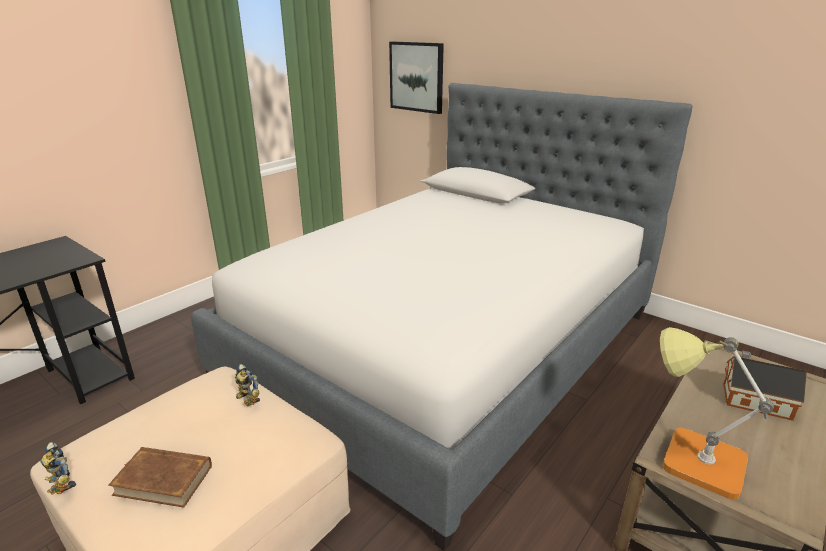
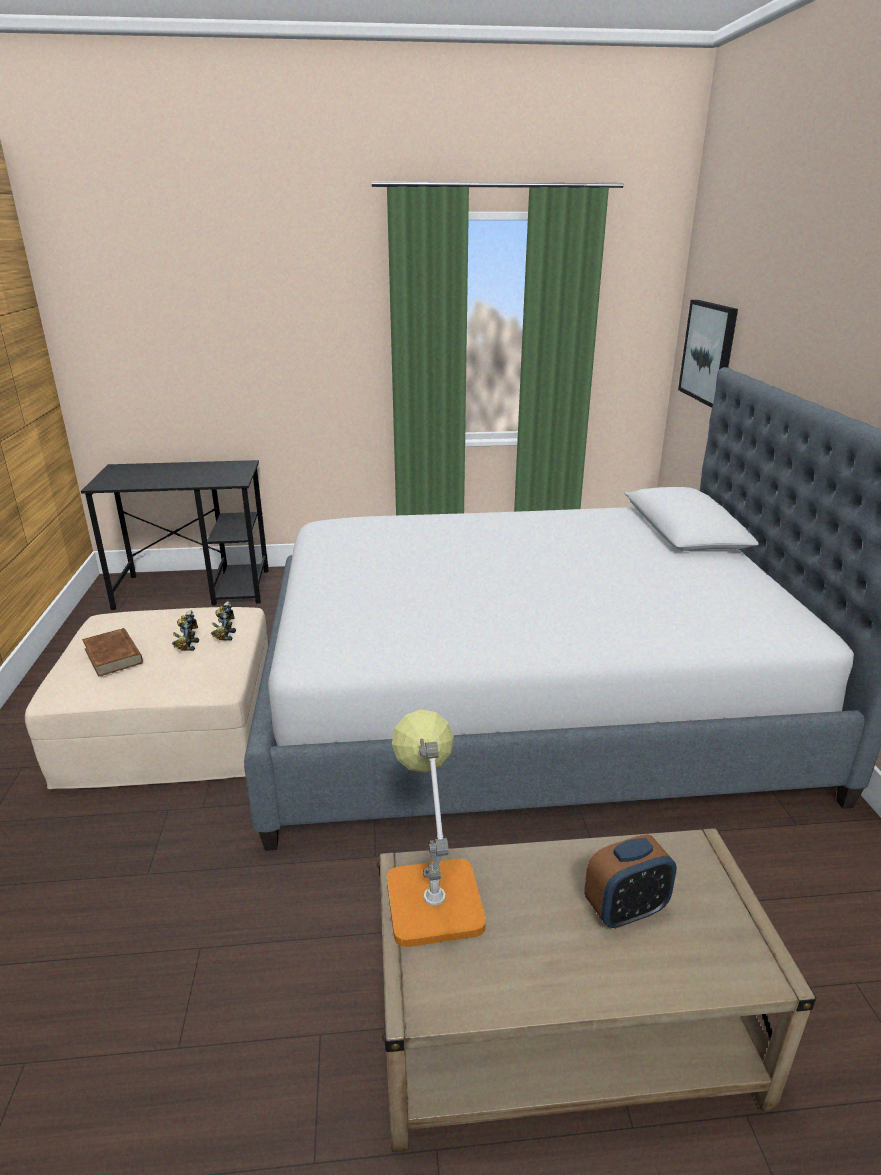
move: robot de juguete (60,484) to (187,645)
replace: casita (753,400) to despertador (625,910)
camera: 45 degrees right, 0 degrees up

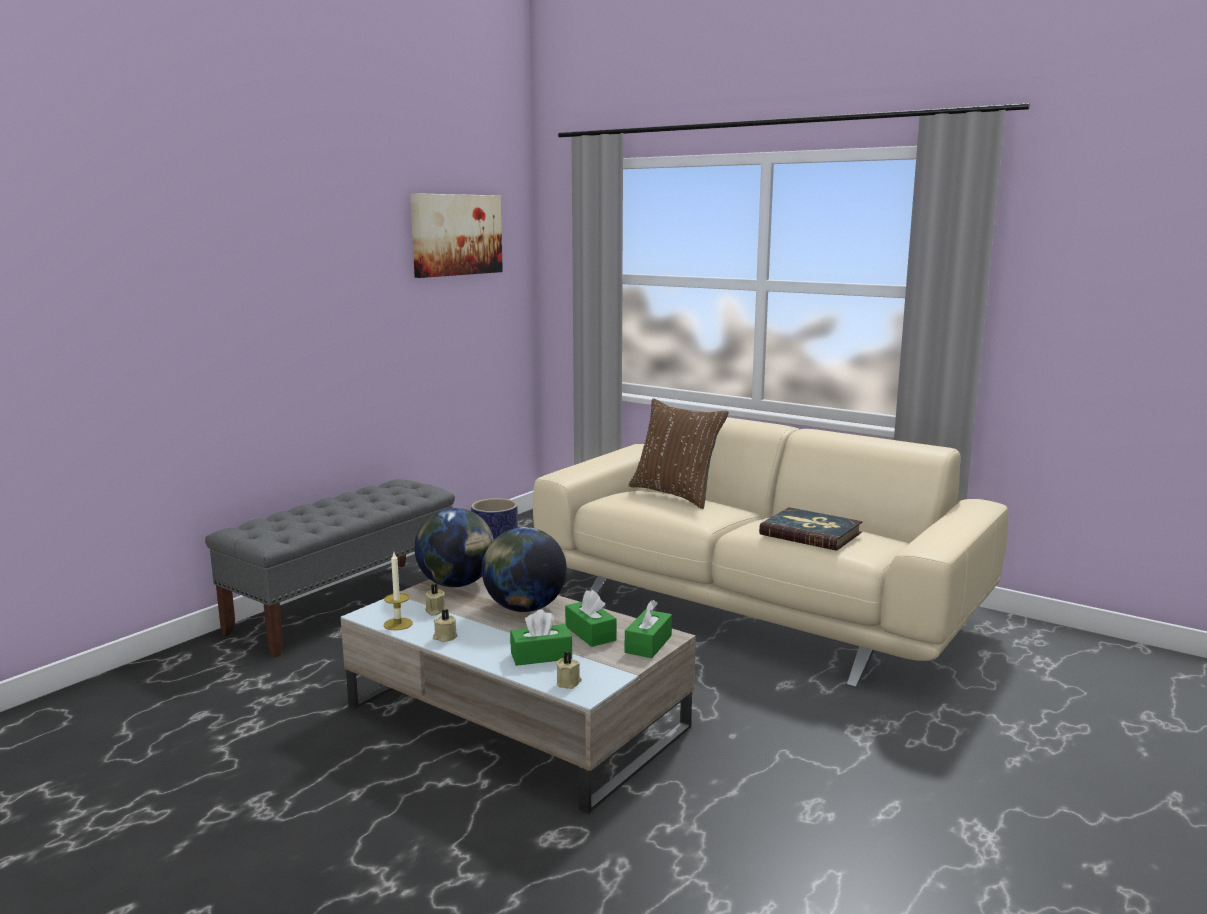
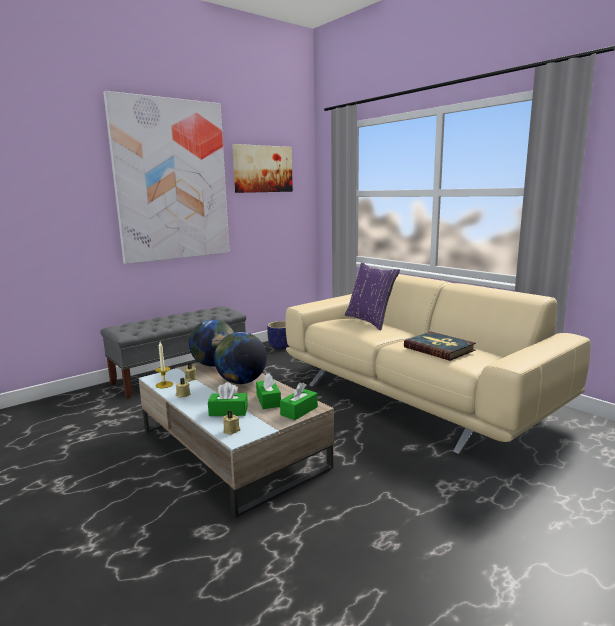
insert: cuadro (172,181)
recolor: cojín (marrón) (675,494) to cojín (morado) (370,321)
camera: 15 degrees right, 0 degrees up

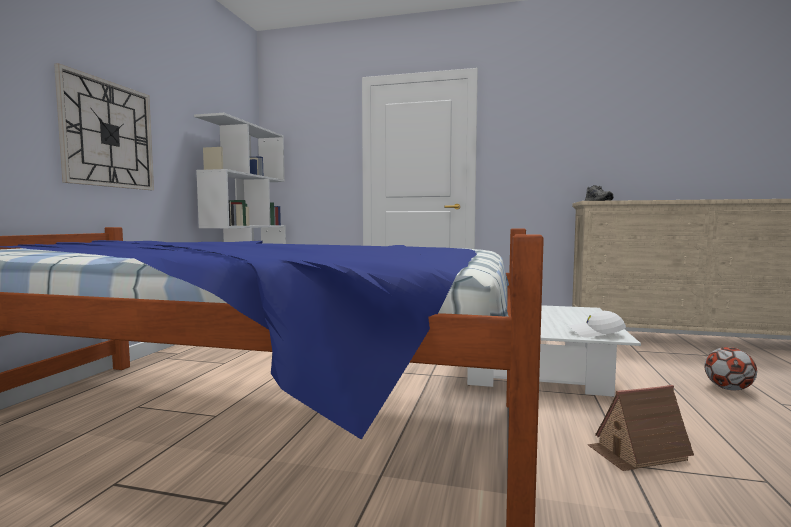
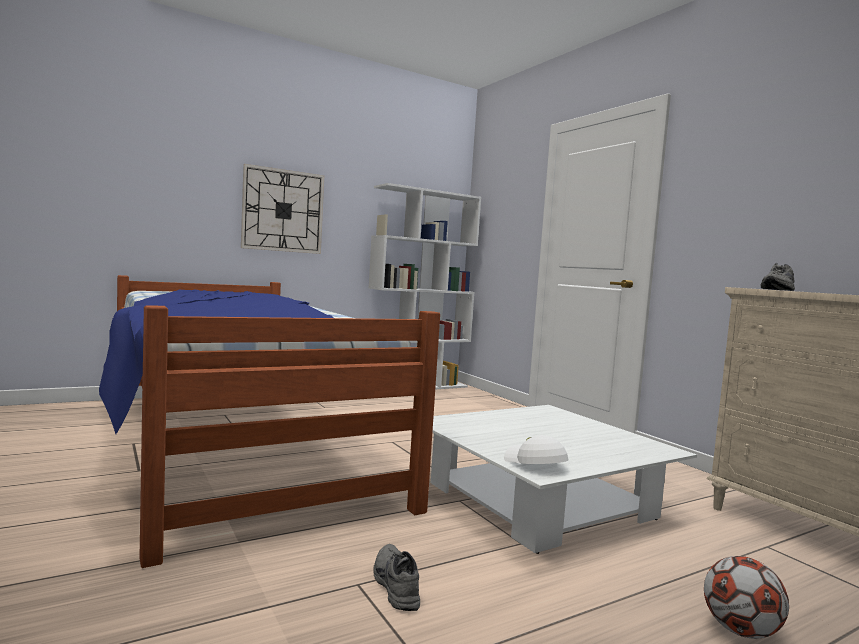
replace: casita (637,452) to zapato (gris) (394,585)
camera: 45 degrees right, 0 degrees up

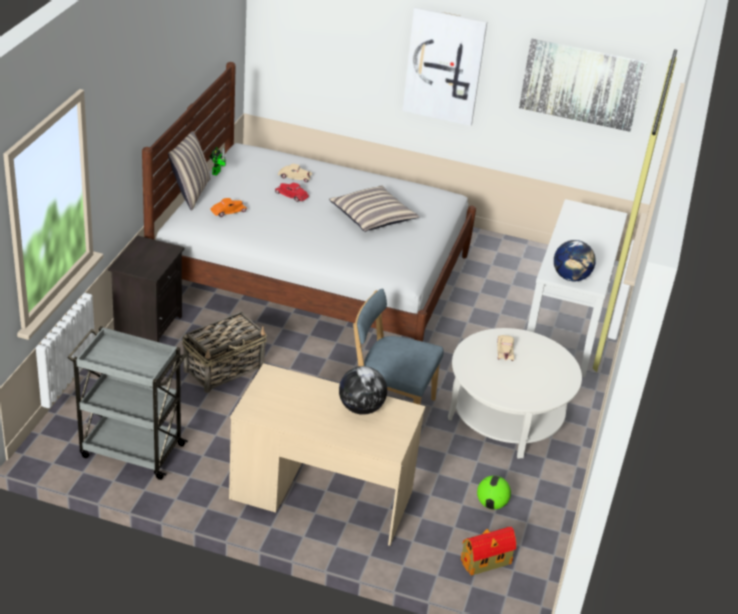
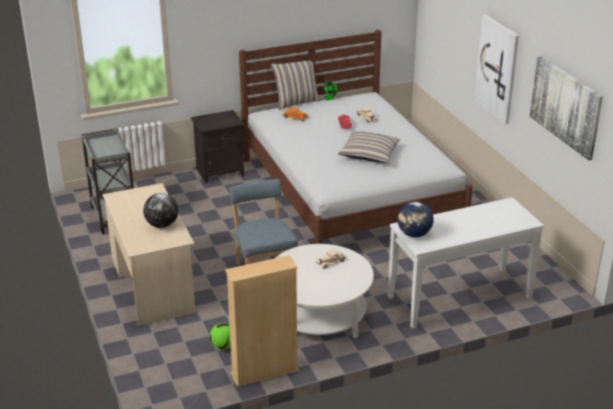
delete: cesta (225,369); casita (487,561)
insert: estantería (beis) (264,372)
camera: 55 degrees right, 5 degrees down

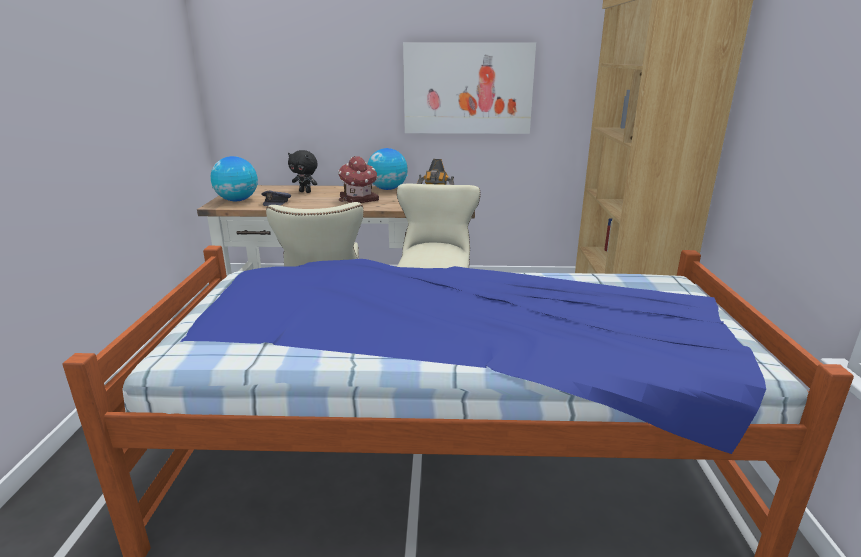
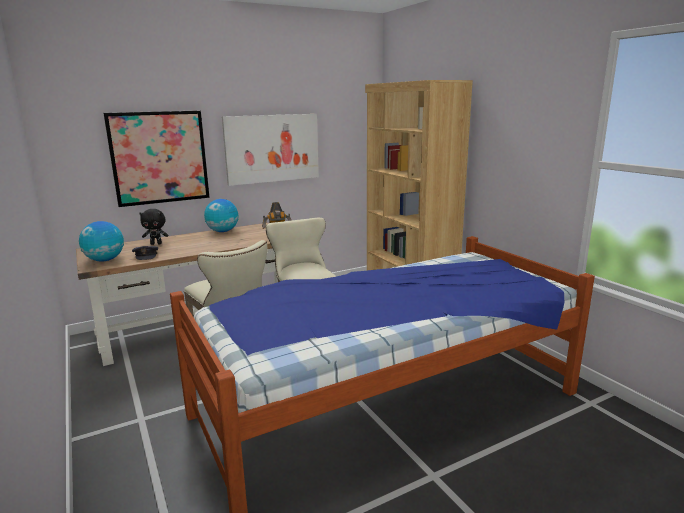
delete: casita (359,199)
insert: cuadro (159,157)
camera: 30 degrees left, 5 degrees down

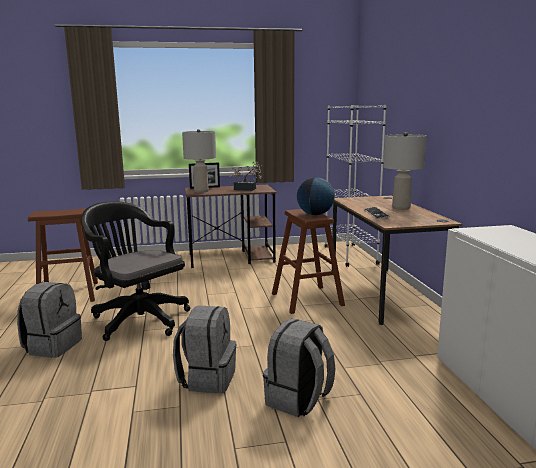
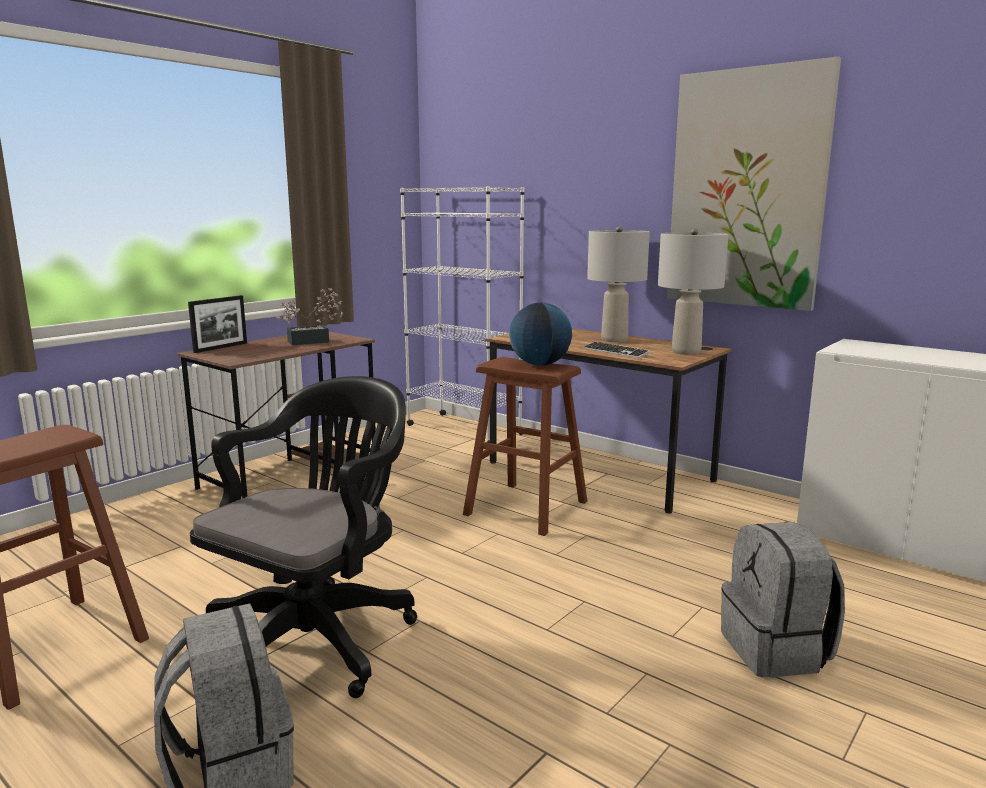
delete: mochila (gris) (207,378)
insert: cuadro (746,190)
move: lámpara de mesa (gris) (201,191) to (686,352)
rotate: silla de oficina (negro) (138,319) = (317,636) 120 degrees clockwise
camera: 40 degrees left, 0 degrees up

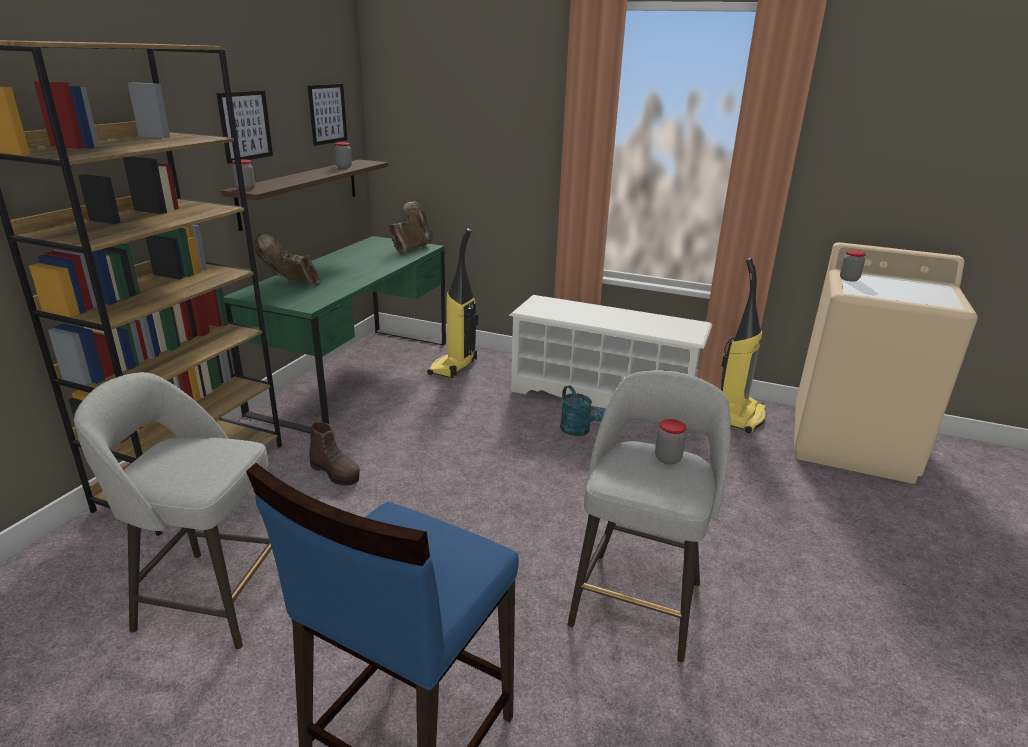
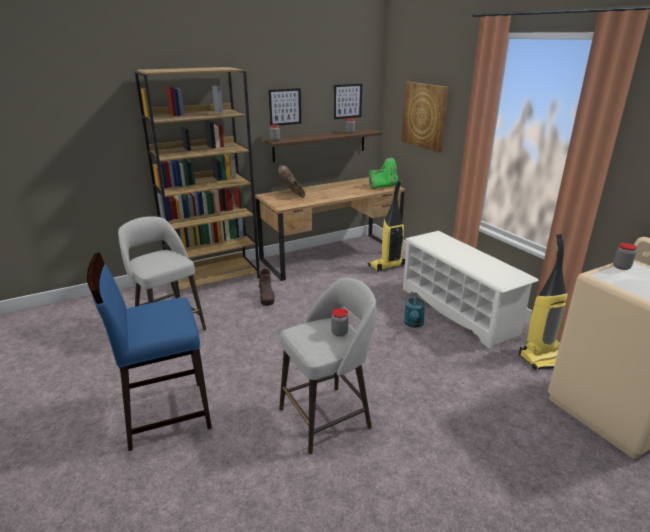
insert: cuadro (424,116)
recolor: escritorio (verde) (356,375) to escritorio (marrón) (331,255); bota (marrón) (411,248) to bota (verde) (383,186)
camera: 40 degrees right, 0 degrees up

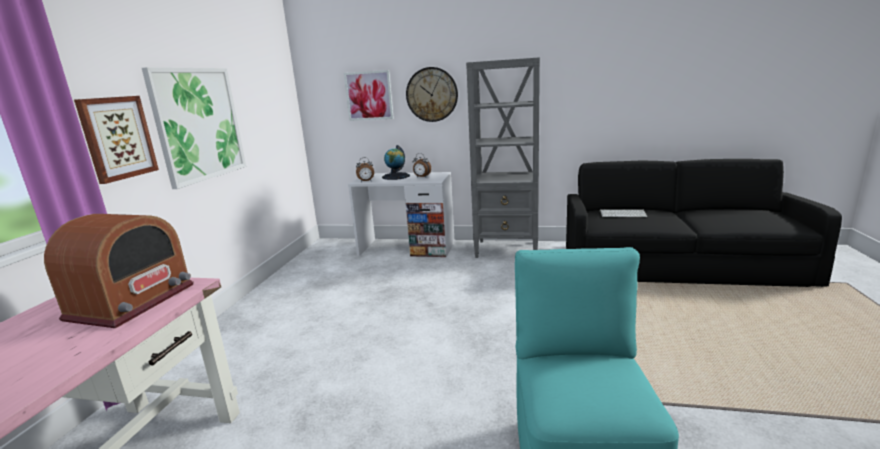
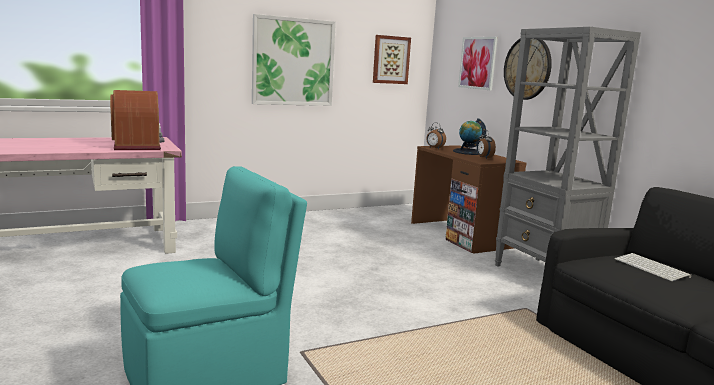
move: cuadro (117,138) to (391,60)
recolor: escritorio (blanco) (407,248) to escritorio (marrón) (460,235)
rotate: radio (132,301) = (138,145) 90 degrees counterclockwise
camera: 50 degrees right, 5 degrees down

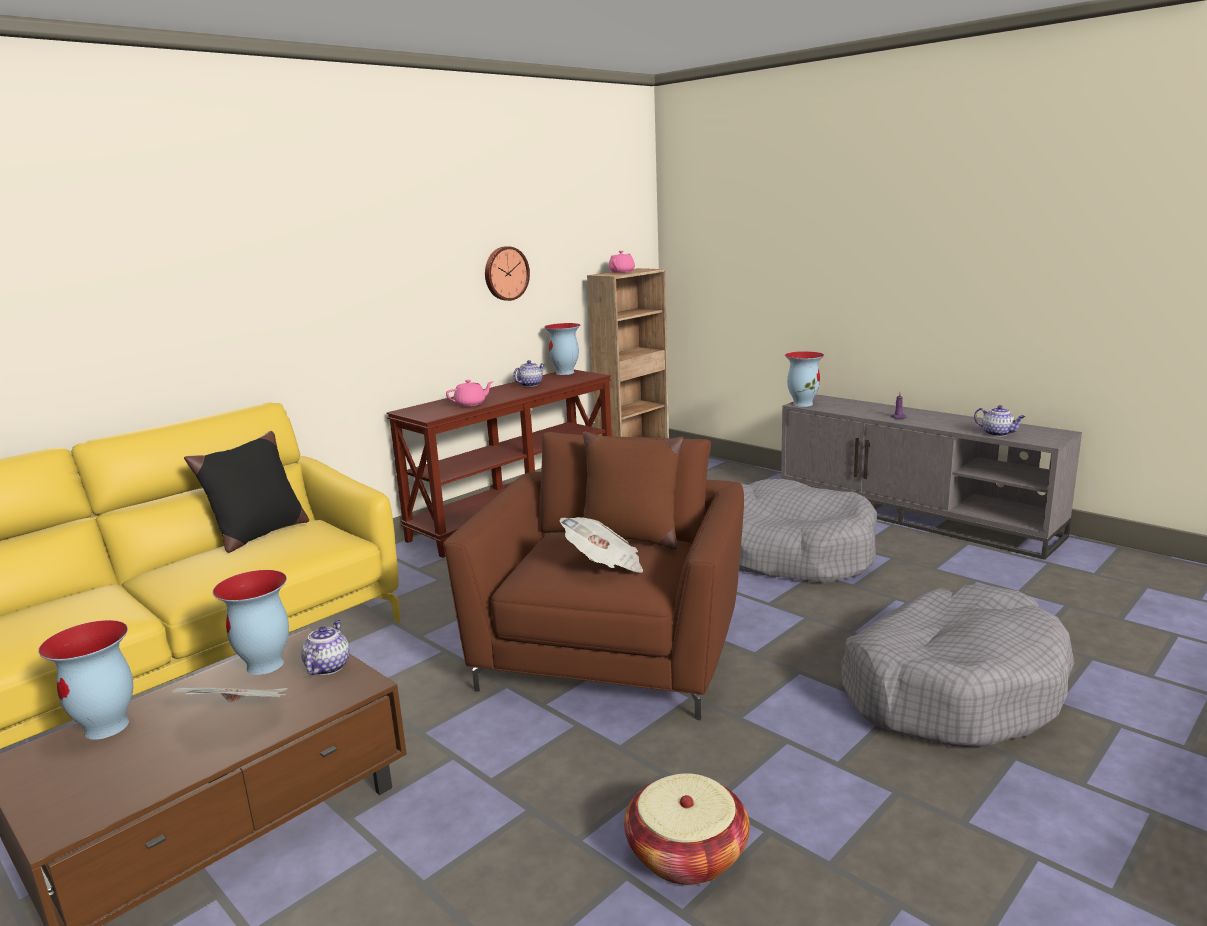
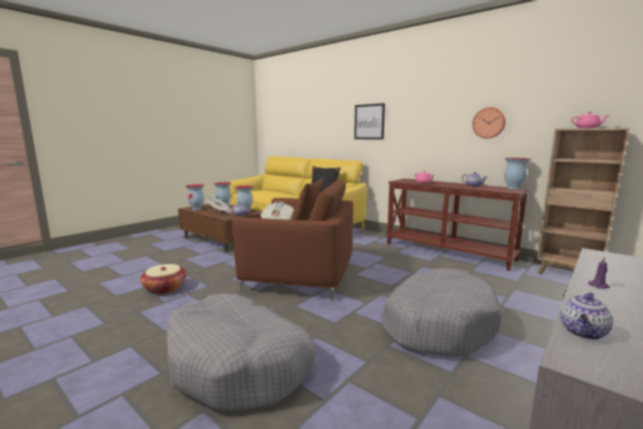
insert: cuadro (369,122)
move: florero (803,404) to (197,209)
camera: 85 degrees right, 5 degrees down

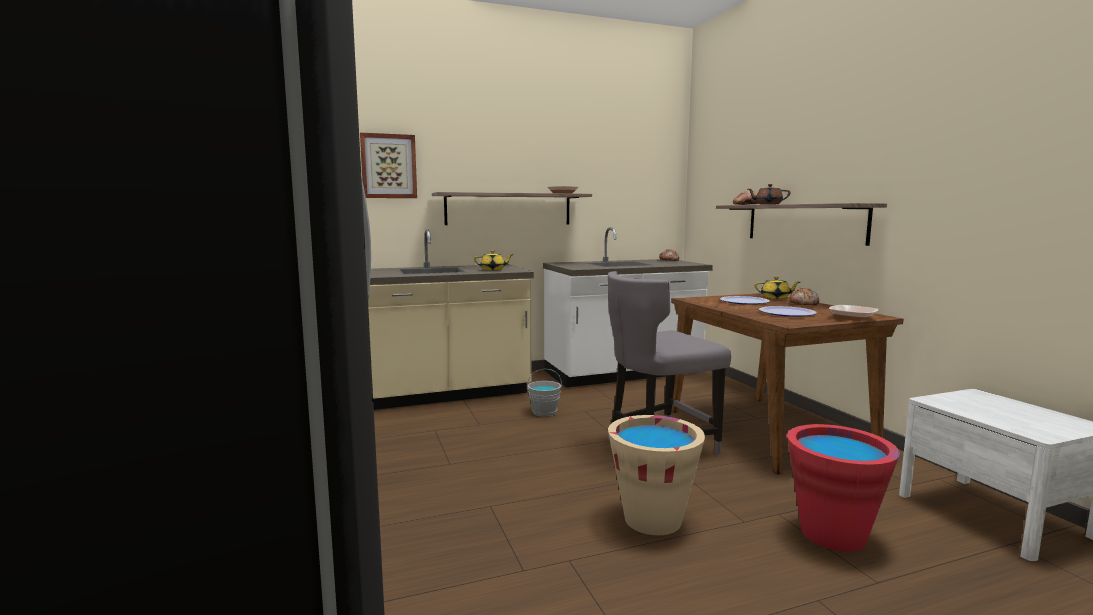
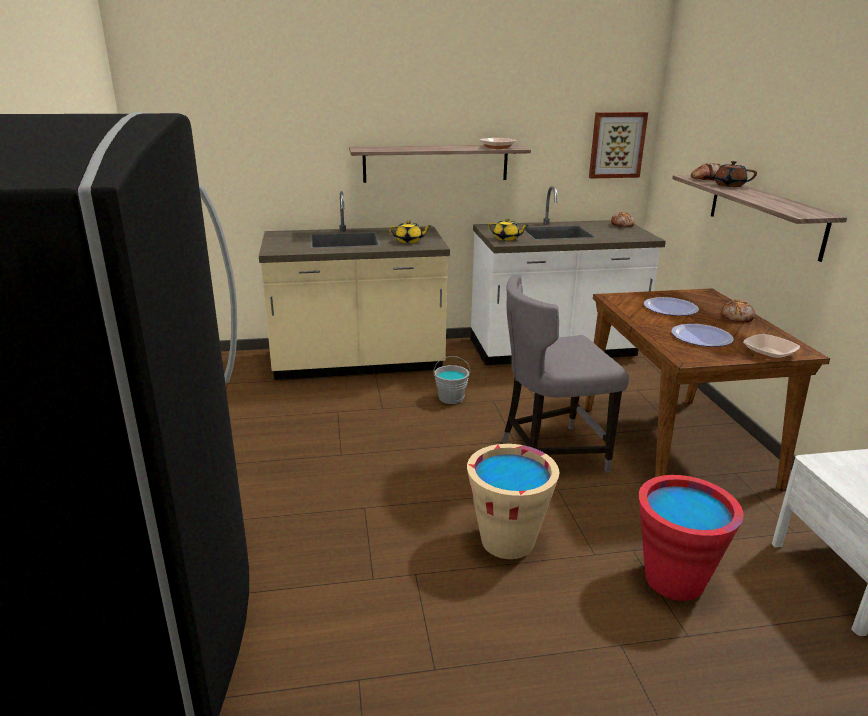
move: cuadro (388,166) to (616,145); tetera (amarillo) (775,297) to (506,238)
camera: 10 degrees right, 15 degrees up

